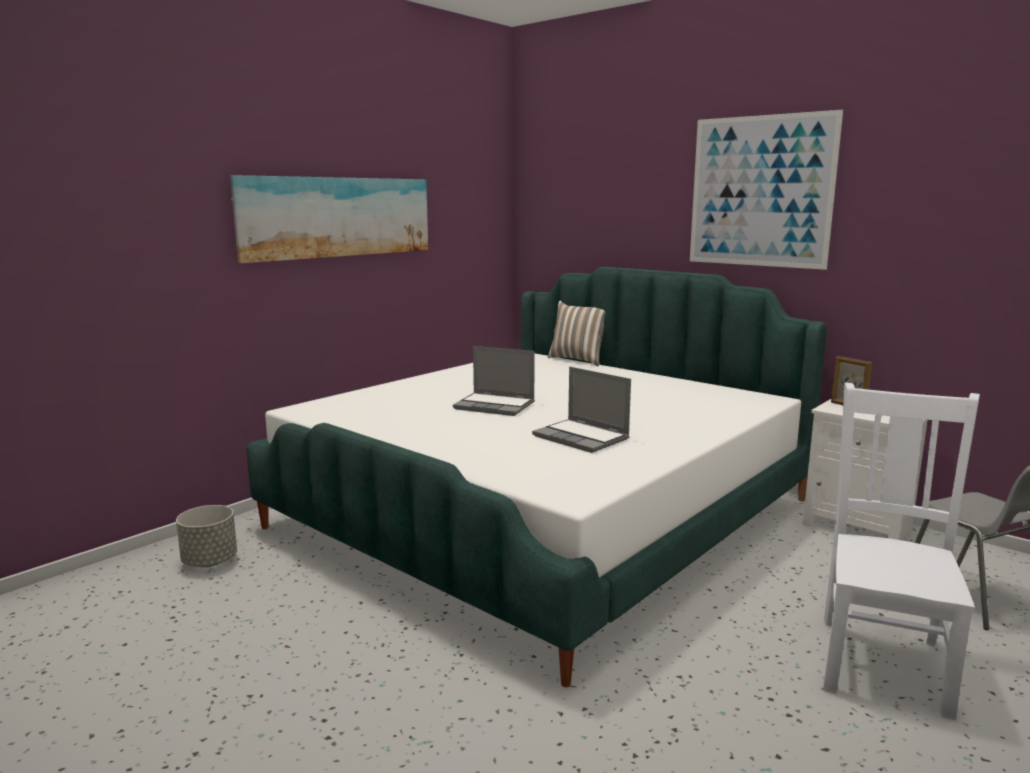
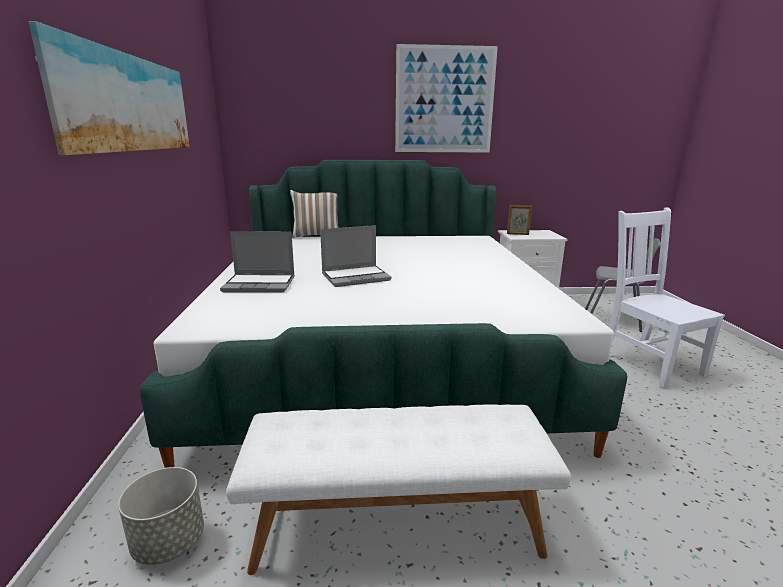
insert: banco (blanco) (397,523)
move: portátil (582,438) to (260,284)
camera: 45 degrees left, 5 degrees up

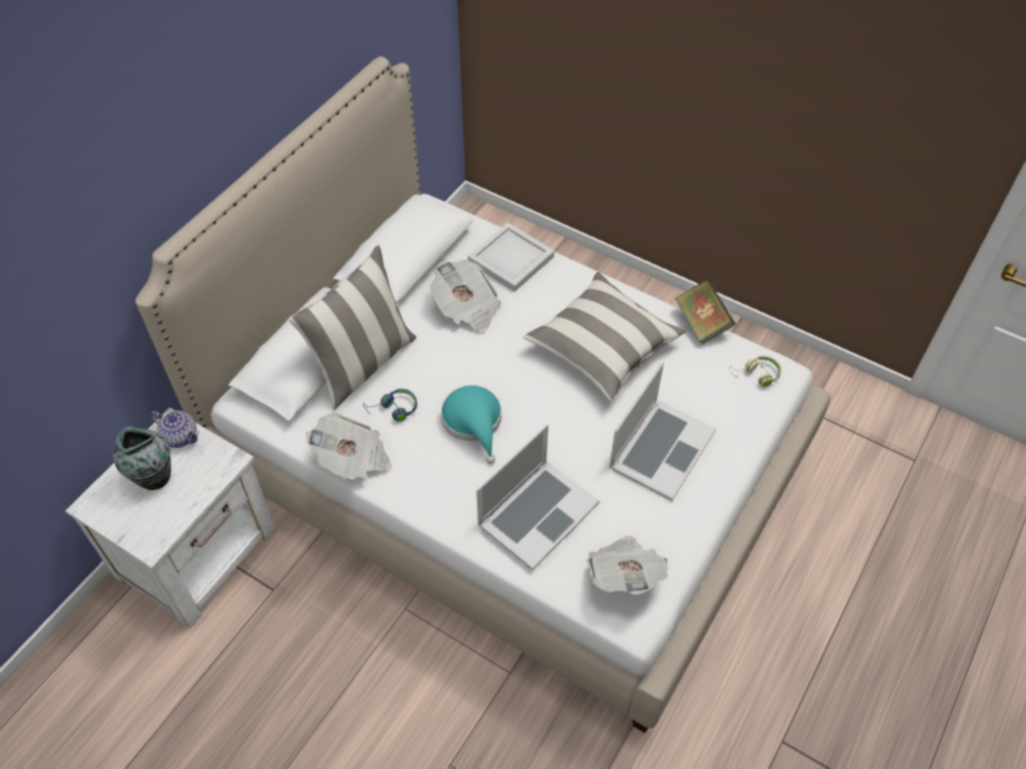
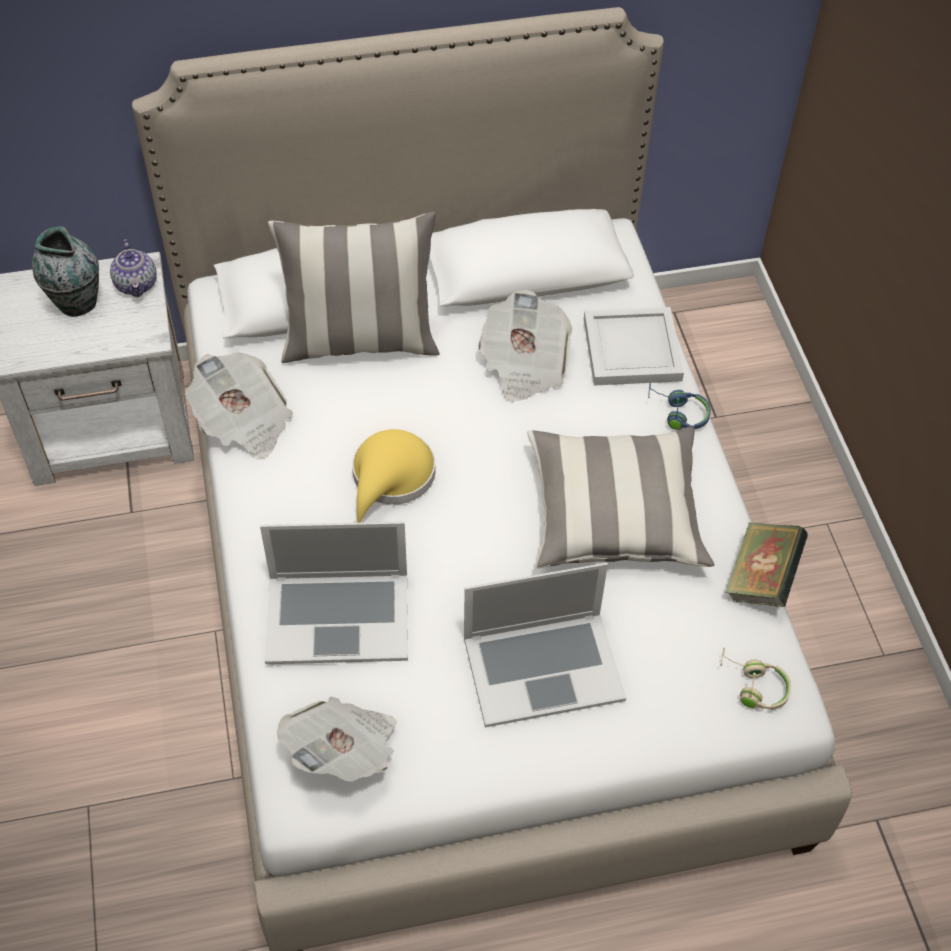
move: auriculares (azul) (393,409) to (677,413)
recolor: sombrero (turquesa) (474,422) to sombrero (amarillo) (390,479)
camera: 45 degrees right, 0 degrees up

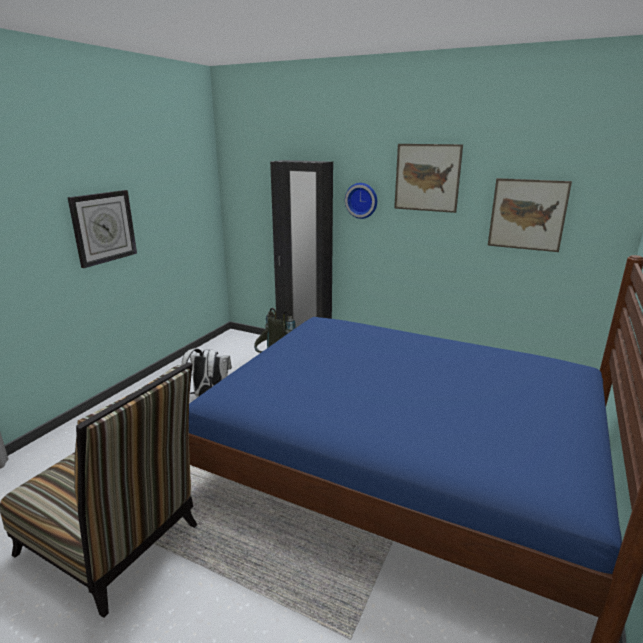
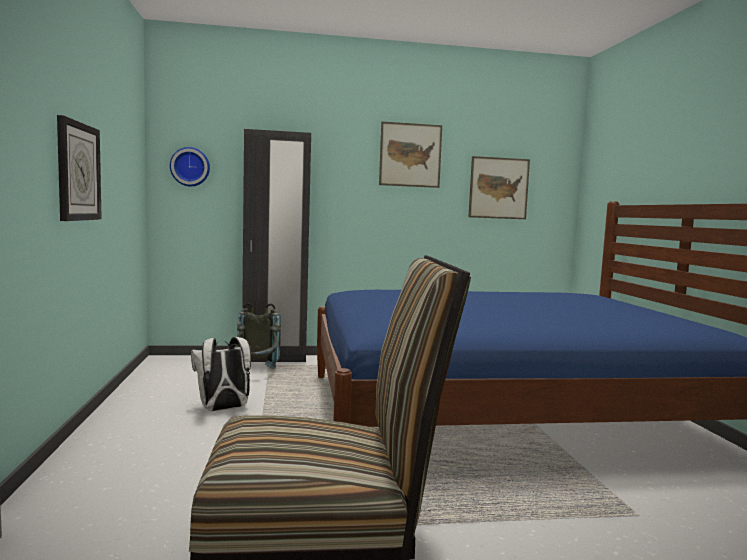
move: reloj de pared (362,200) to (190,167)
camera: 35 degrees left, 15 degrees down

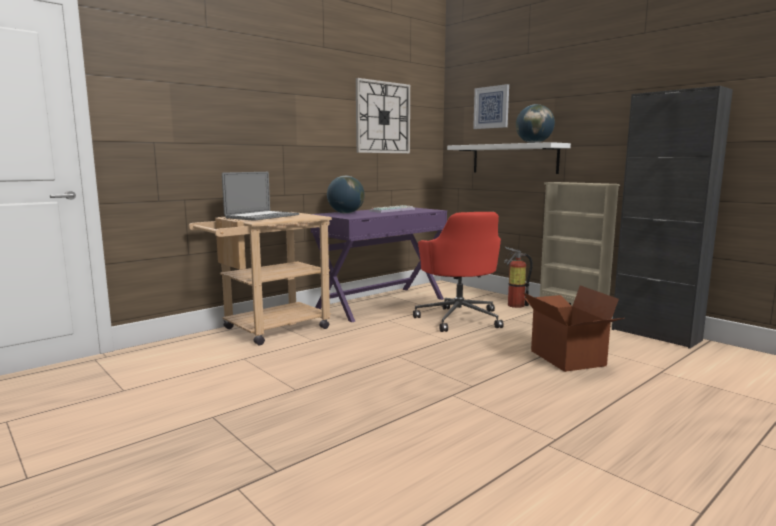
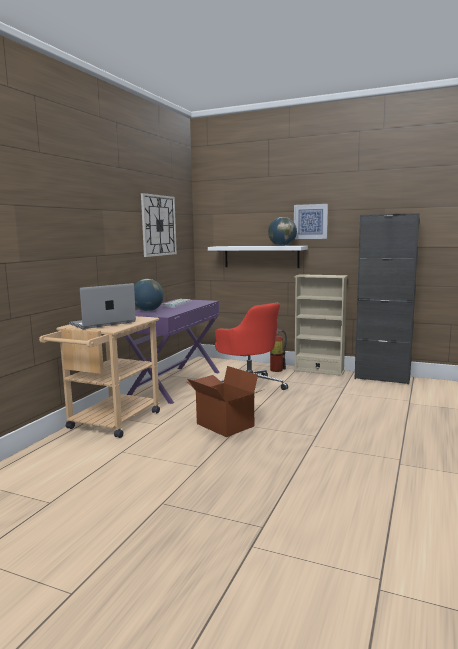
move: cuadro (491,107) to (310,221); caja de cartón (566,358) to (224,425)
rotate: portátil (262,216) = (102,323) 135 degrees counterclockwise
camera: 25 degrees left, 0 degrees up

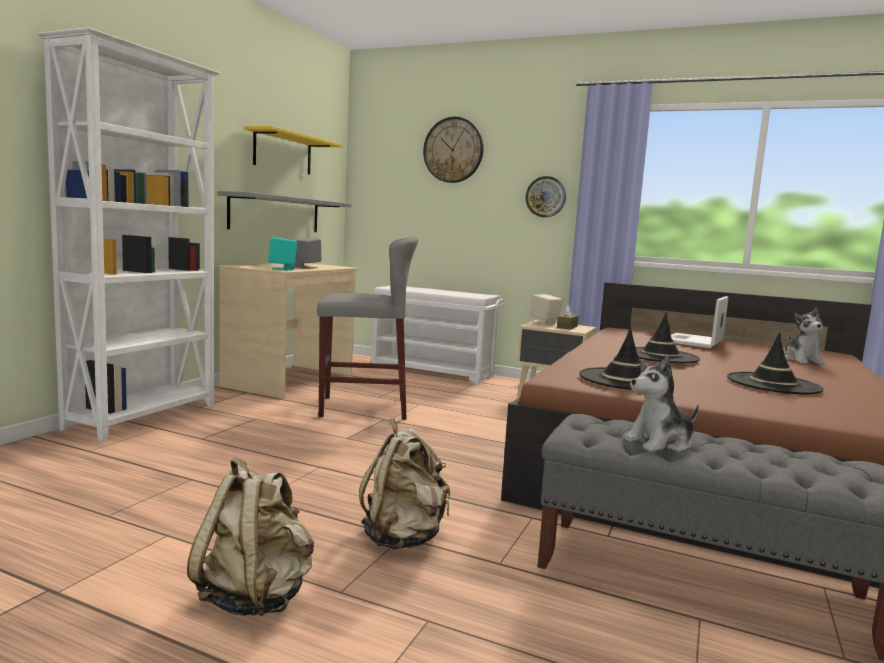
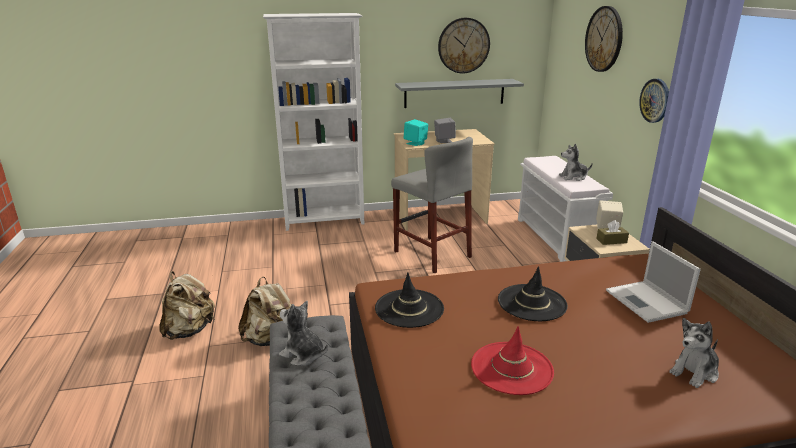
insert: peluche (573,177)
replace: estante (amarillo) (283,153) to reloj de pared (463,45)
recolor: sombrero (negro) (773,384) to sombrero (rojo) (511,368)
rotate: portátil (693,341) = (647,302) 105 degrees counterclockwise
camera: 55 degrees right, 15 degrees up

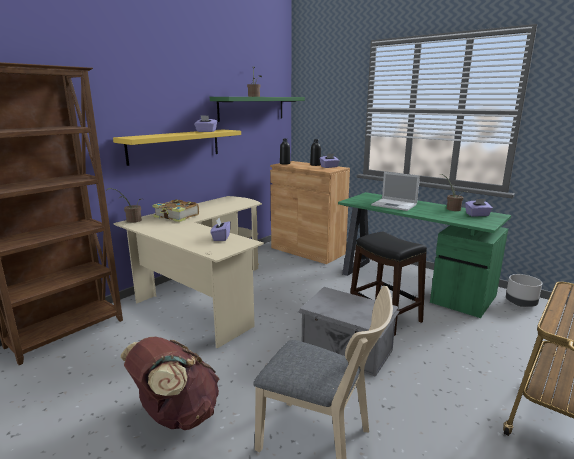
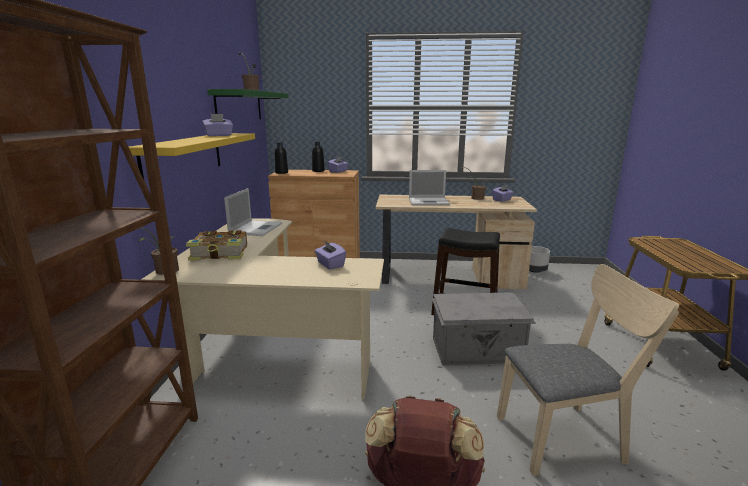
insert: portátil (256,228)
recolor: escritorio (verde) (411,283) to escritorio (beis) (447,276)
camera: 35 degrees left, 0 degrees up

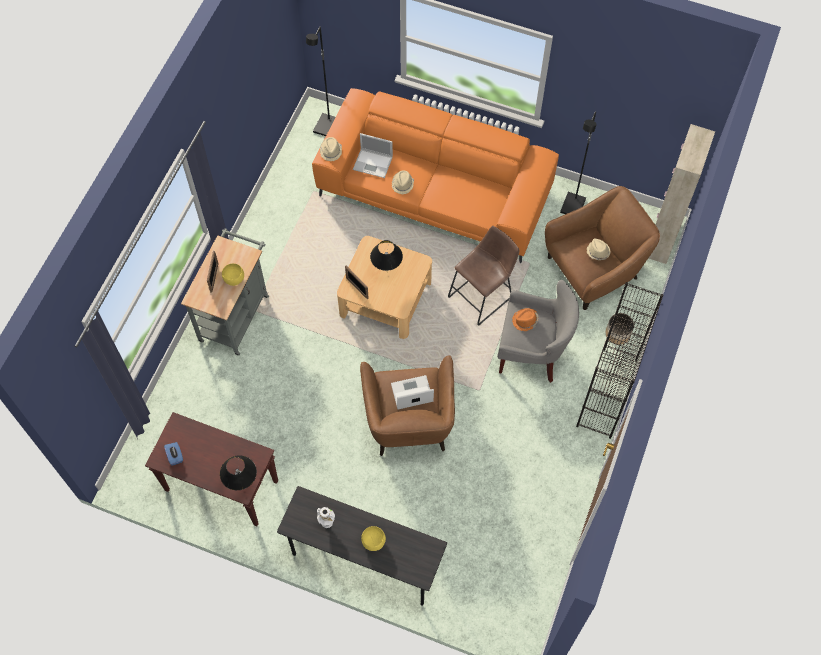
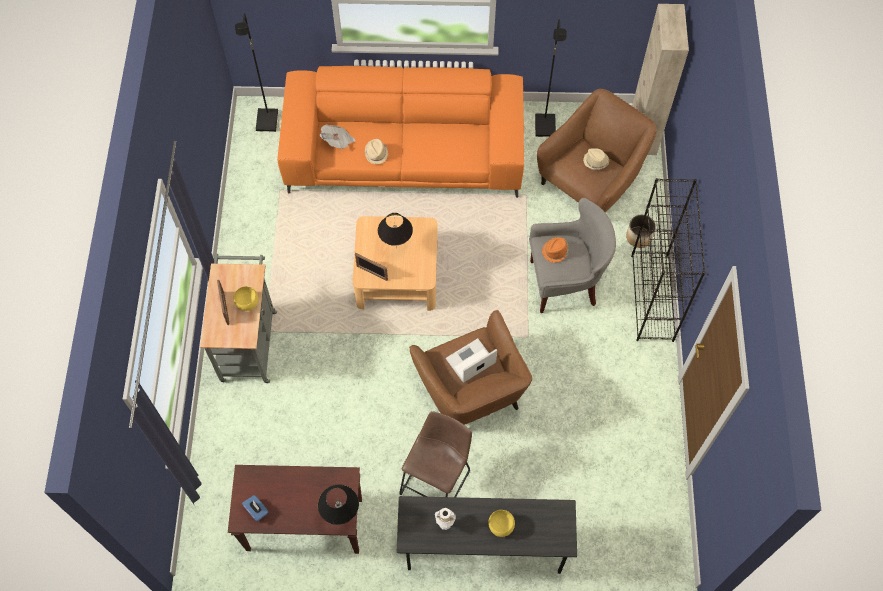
delete: sombrero (beis) (331,151)
move: taburete (marrón) (482,295) to (437,479)
replace: portátil (373,163) to periódico (338,141)
camera: 20 degrees left, 0 degrees up

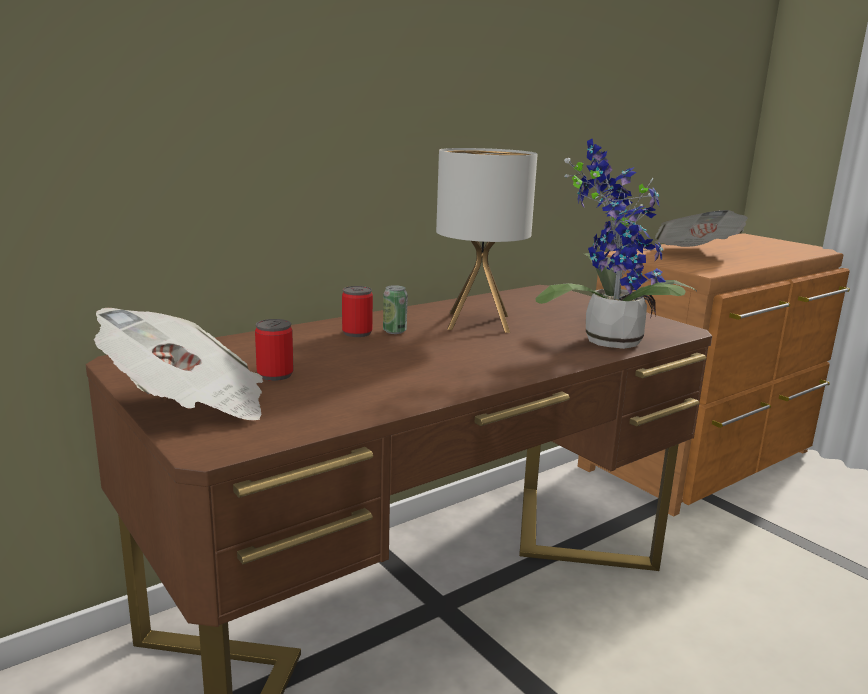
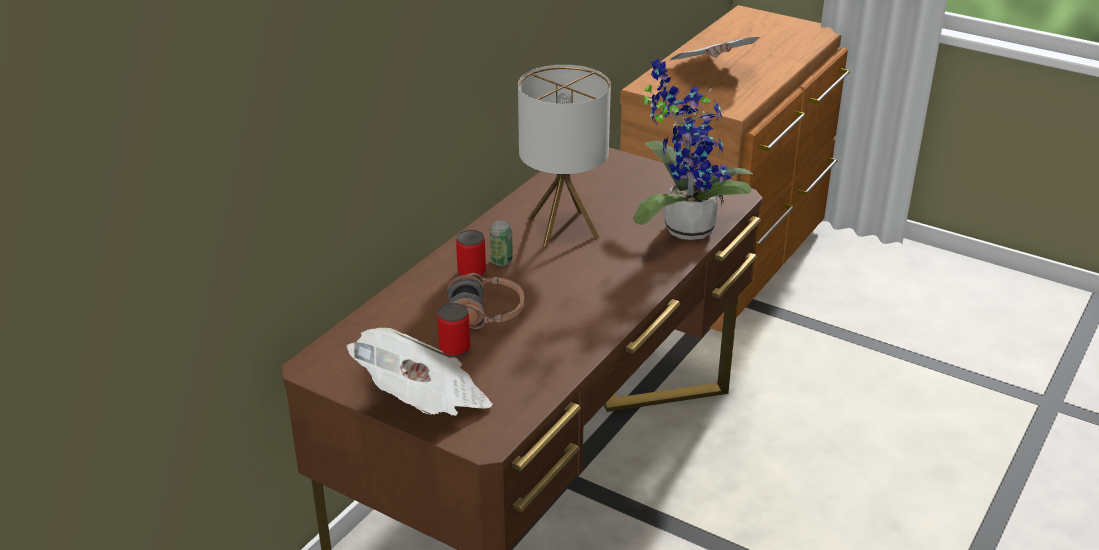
insert: auriculares (486,313)
camera: 20 degrees left, 15 degrees up

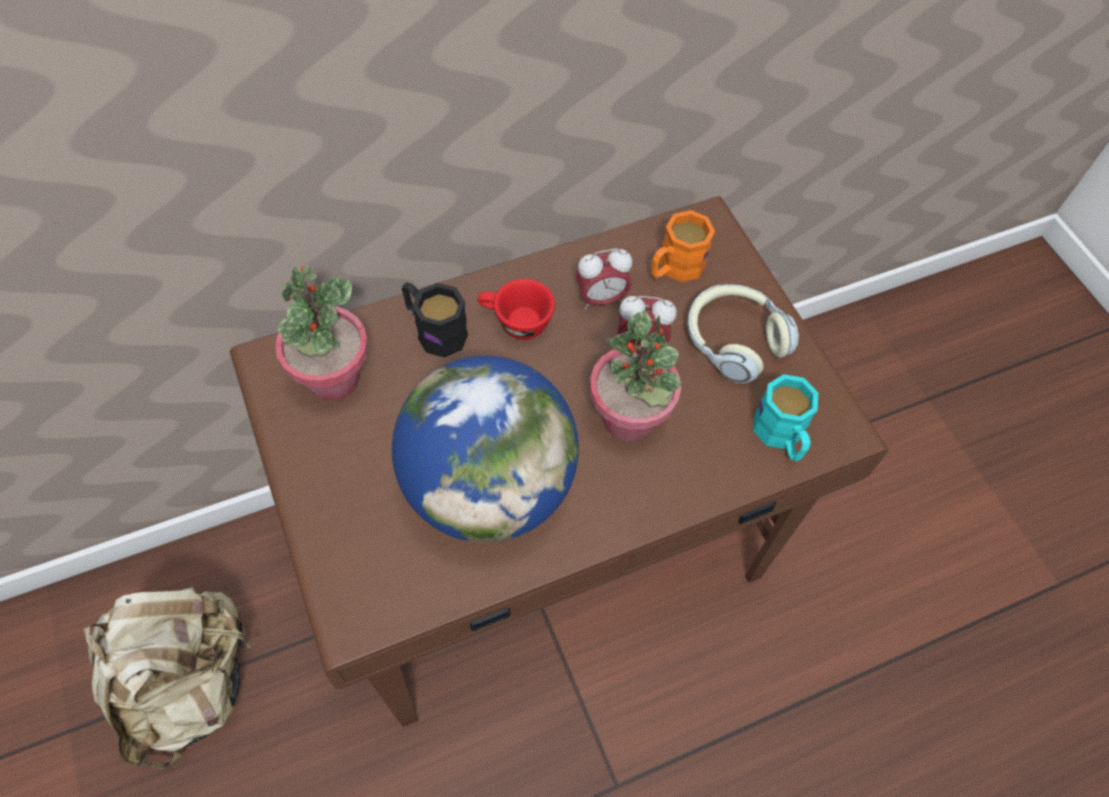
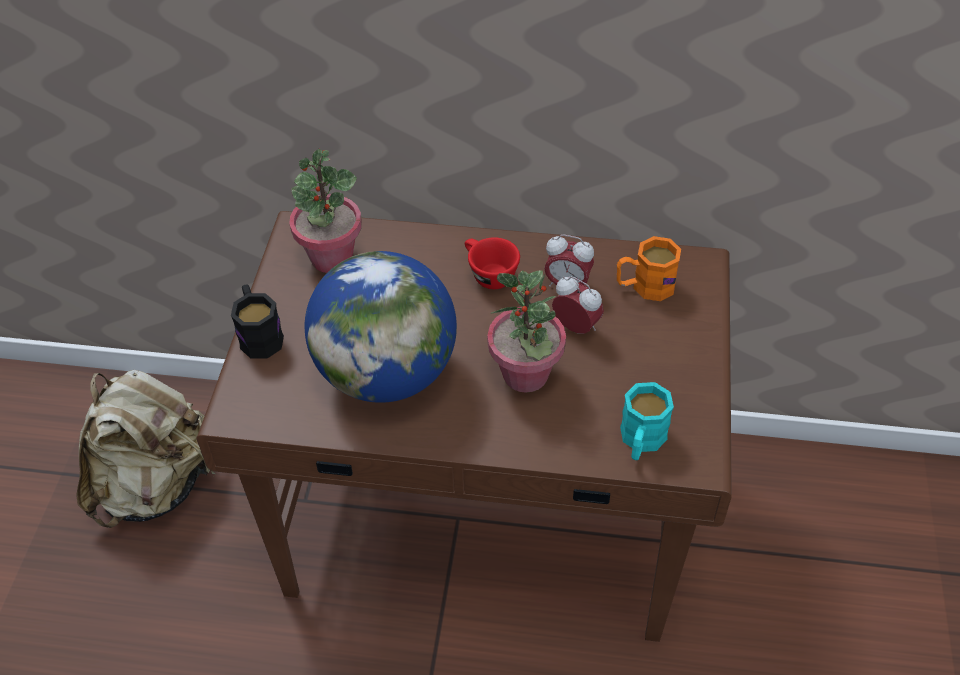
delete: auriculares (733,340)
move: taza grande (negro) (434,330) to (259,335)
camera: 35 degrees right, 10 degrees down

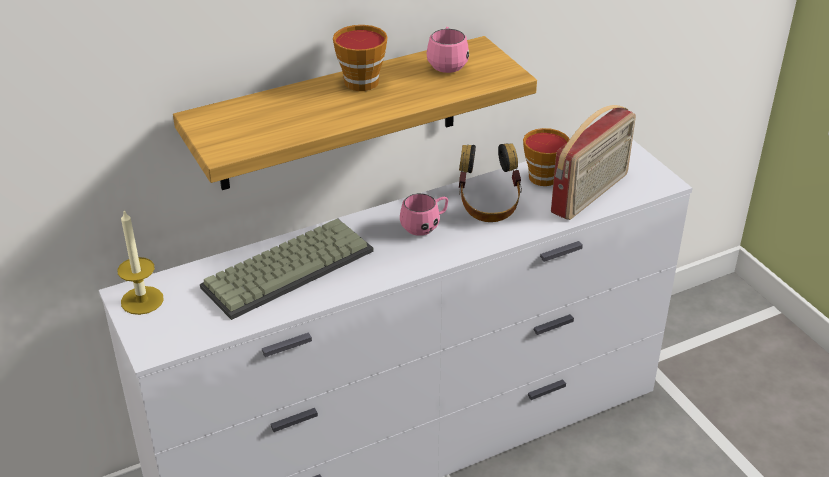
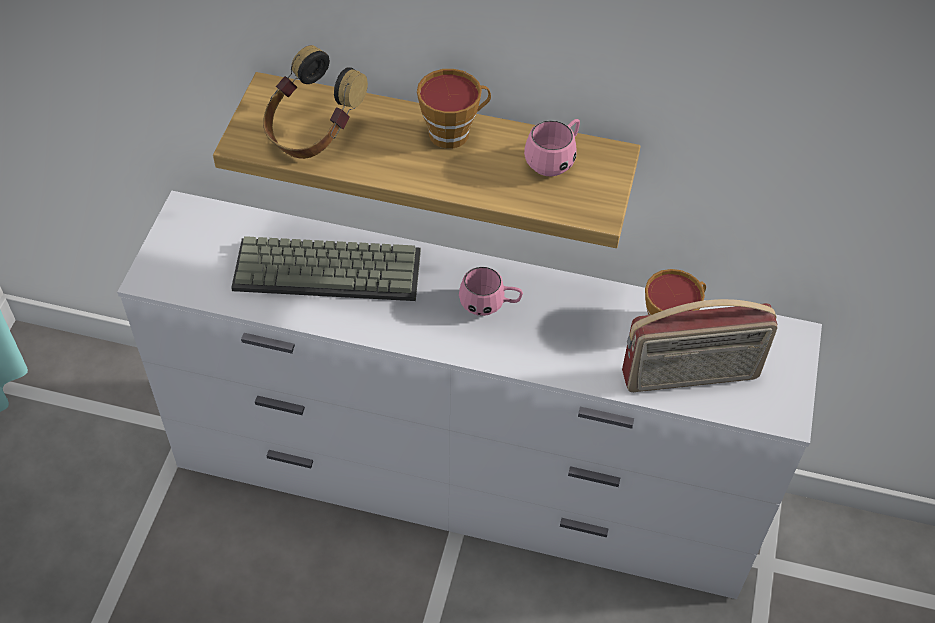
delete: vela (142,300)
move: auriculares (488,205) to (313,133)
camera: 40 degrees right, 15 degrees up

